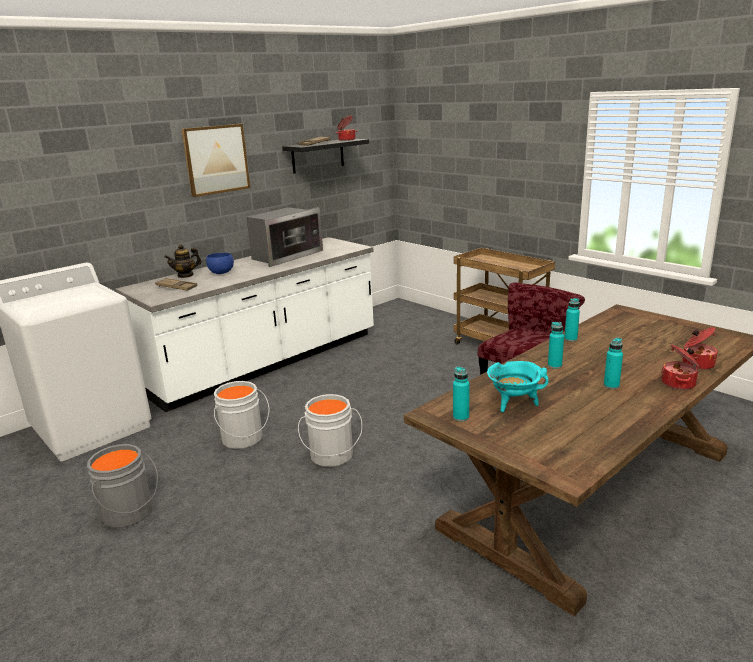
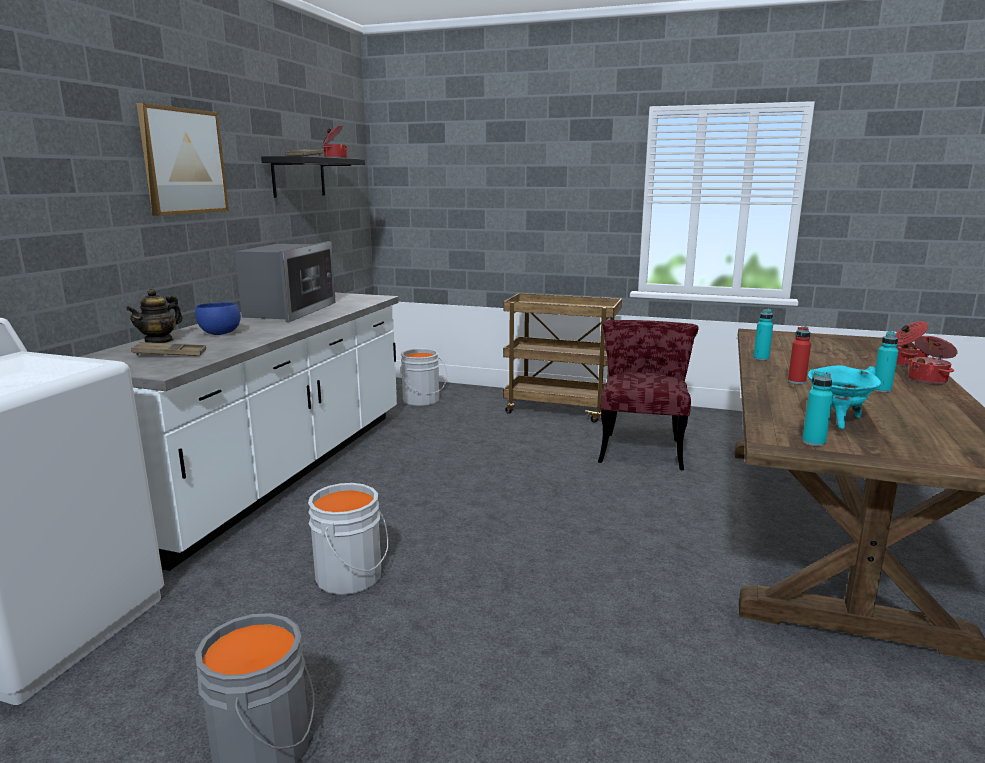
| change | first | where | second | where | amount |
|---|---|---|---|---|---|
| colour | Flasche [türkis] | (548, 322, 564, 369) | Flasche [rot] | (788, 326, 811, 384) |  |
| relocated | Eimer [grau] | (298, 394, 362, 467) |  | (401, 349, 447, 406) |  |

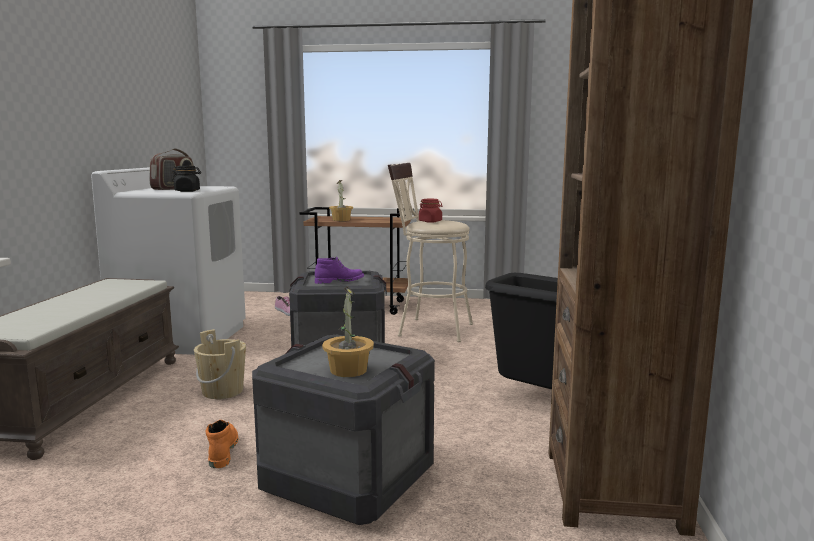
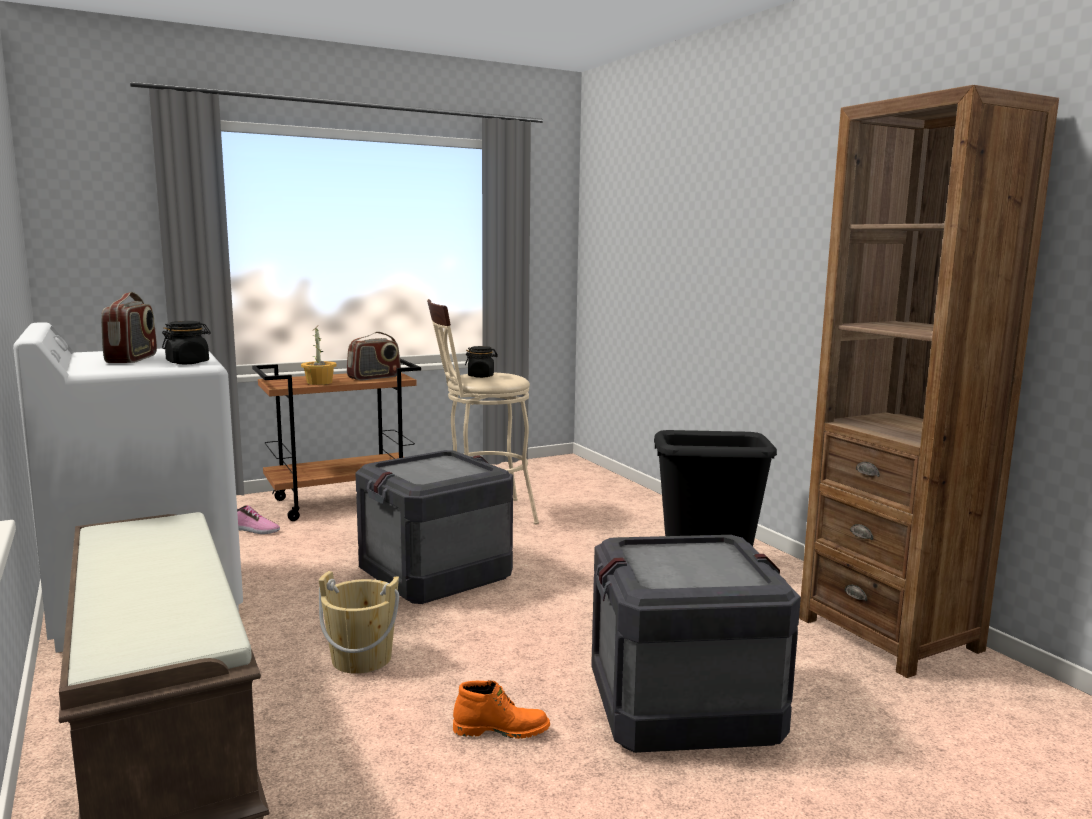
| change | first | where | second | where | amount |
|---|---|---|---|---|---|
| colour | Vorratsglas [rot] | (419, 199, 443, 222) | Vorratsglas [schwarz] | (465, 346, 498, 378) |  |
| missing | Stiefel [lila] | (315, 257, 364, 284) |  |  |  |
| missing | Topfpflanze | (322, 286, 374, 377) |  |  |  |
| spun | Stiefel [orange] | (205, 420, 238, 468) |  | (453, 680, 550, 739) | 135 degrees clockwise |
| appeared |  |  | Radio | (347, 332, 401, 380) |  |

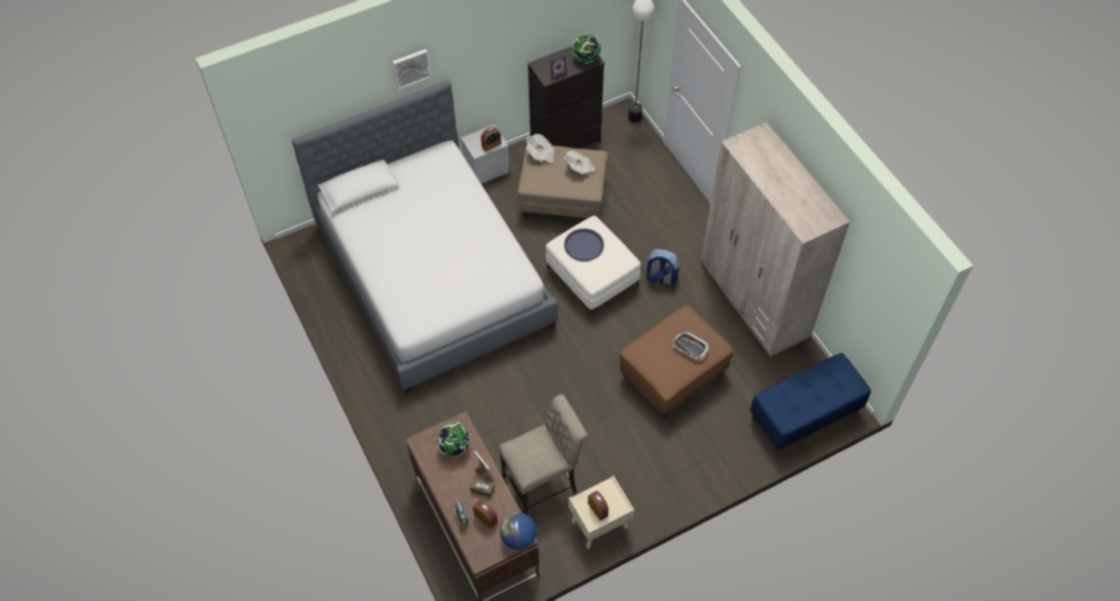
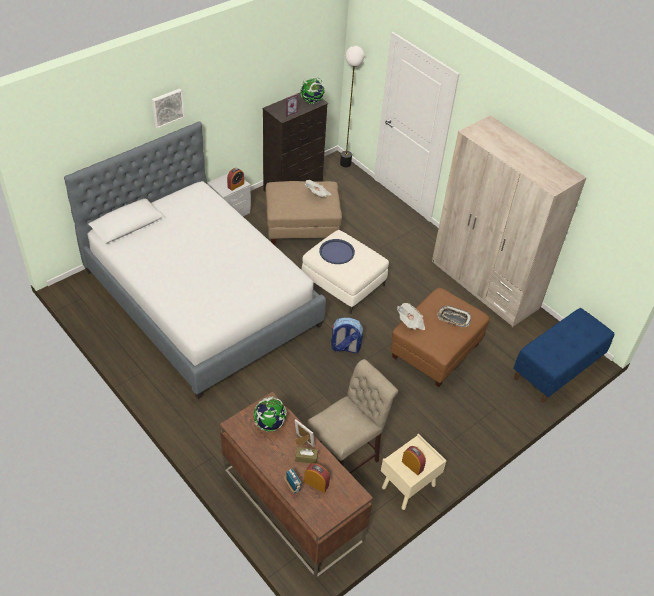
| change | first | where | second | where | amount |
|---|---|---|---|---|---|
| relocated | Zeitung | (526, 134, 555, 163) |  | (397, 303, 425, 330) |  |
| relocated | Rucksack | (646, 249, 679, 286) |  | (331, 318, 363, 353) |  |
| missing | Globus | (500, 512, 537, 550) |  |  |  |

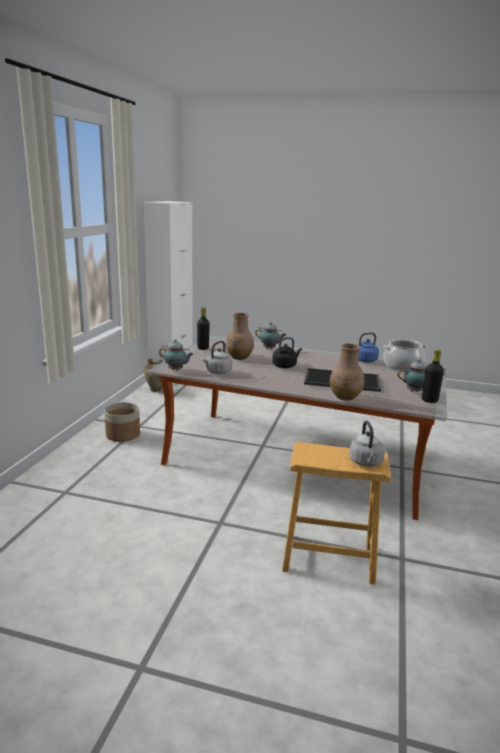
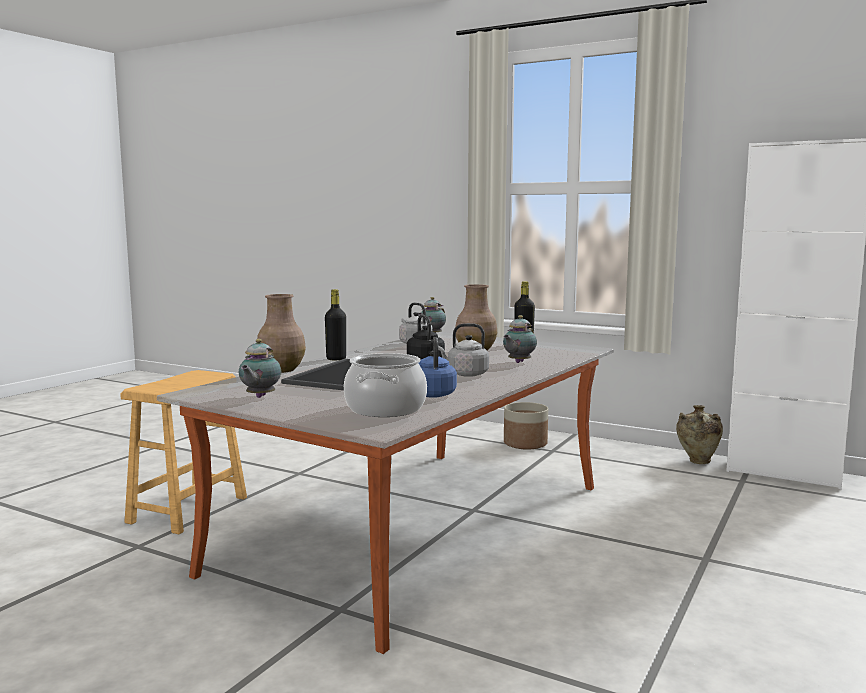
| change | first | where | second | where | amount |
|---|---|---|---|---|---|
| relocated | Flasche [schwarz] | (422, 349, 444, 403) |  | (325, 289, 346, 360) |  |
| relocated | Wasserkessel [grau] | (349, 420, 385, 467) |  | (438, 323, 489, 377) |  |

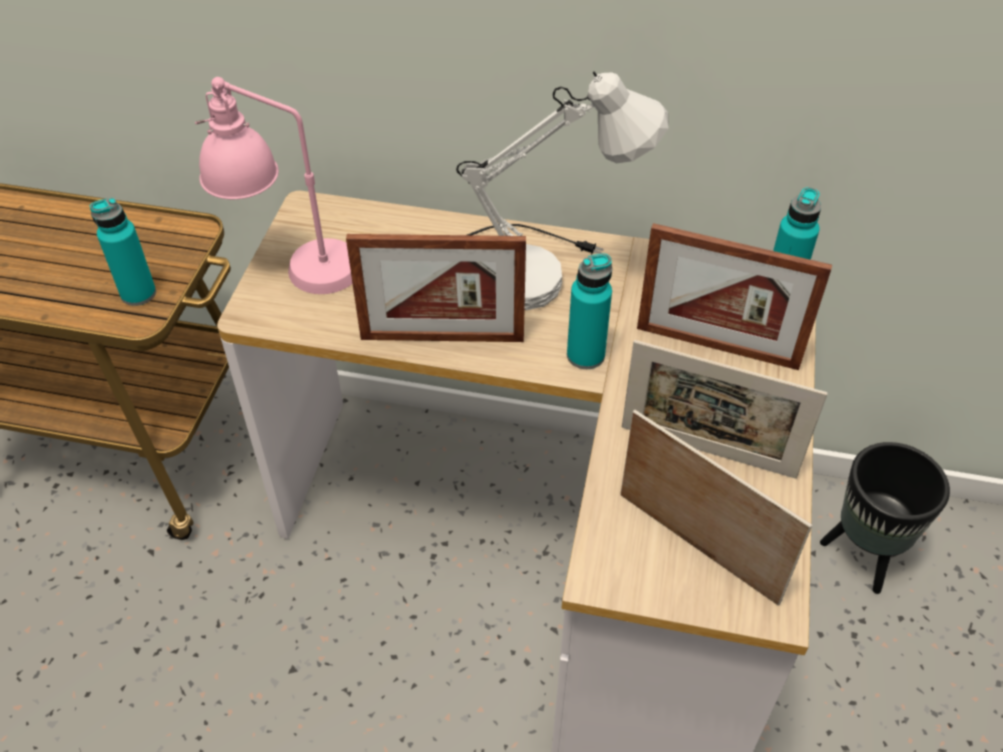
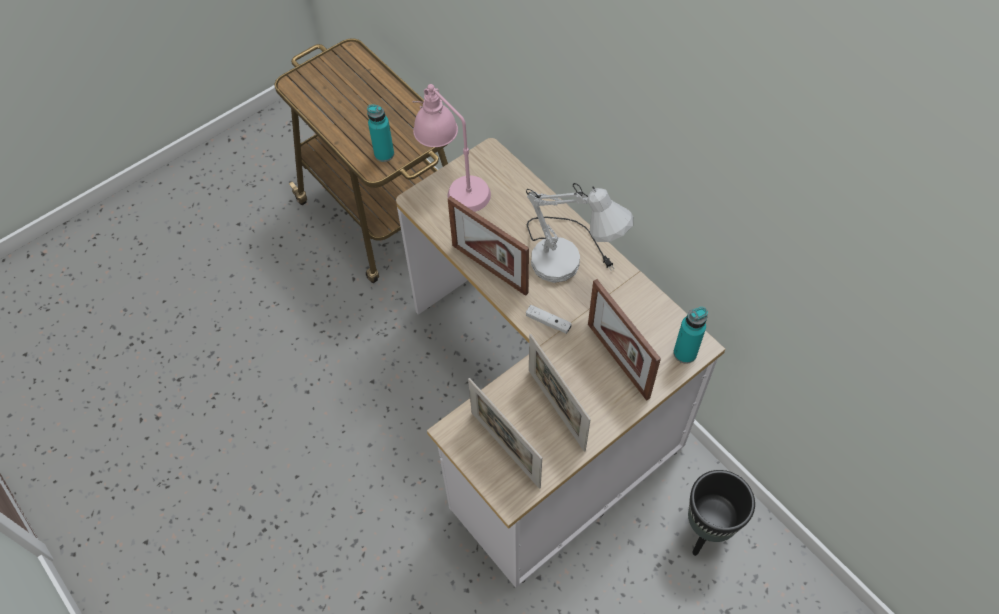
| change | first | where | second | where | amount |
|---|---|---|---|---|---|
| exchanged | Flasche [türkis] | (567, 253, 612, 369) | Gamepad [weiß] | (526, 305, 572, 334) |  |
| spun | Bilderrahmen | (620, 410, 812, 605) |  | (468, 378, 542, 489) | 150 degrees clockwise |

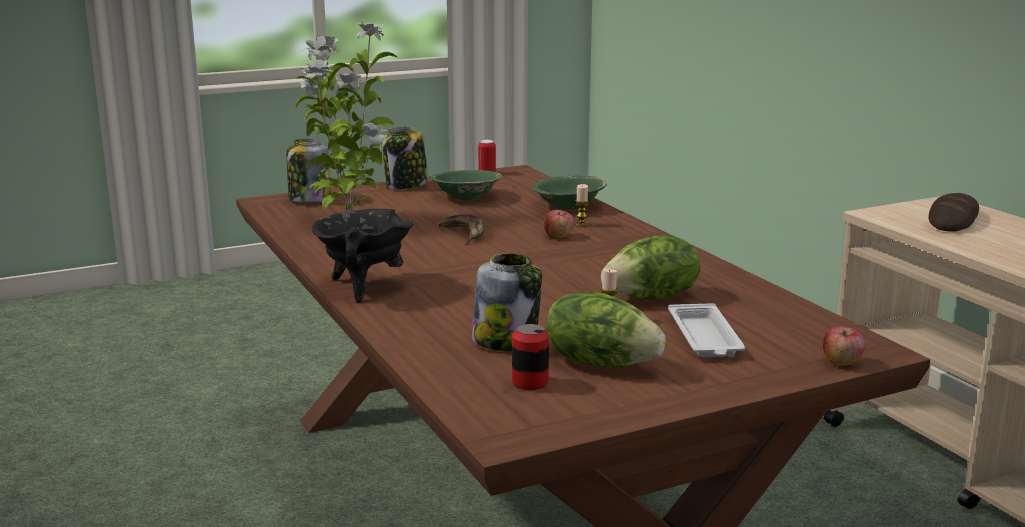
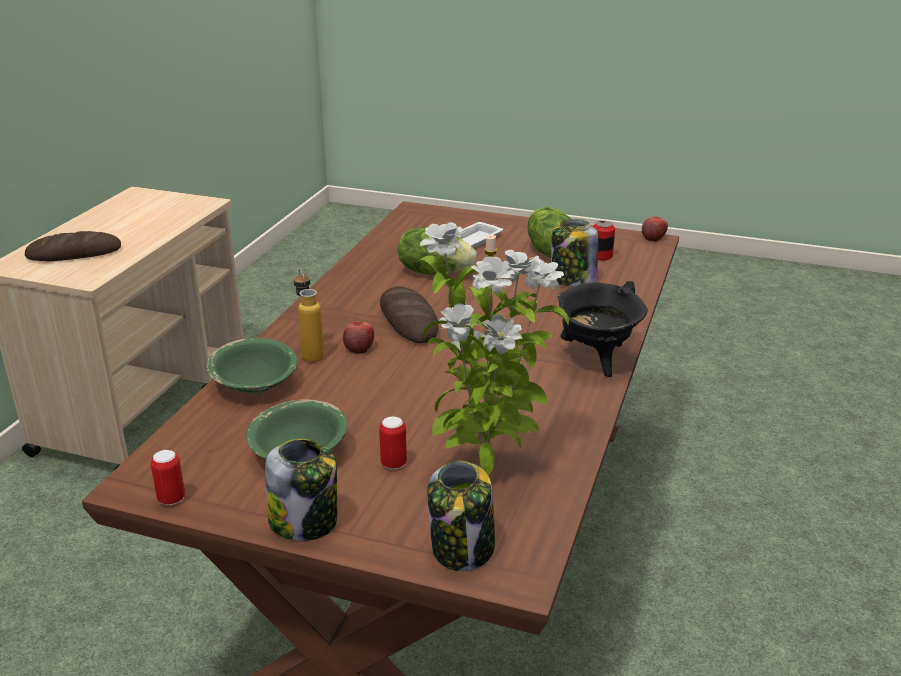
| change | first | where | second | where | amount |
|---|---|---|---|---|---|
| exchanged | Kerze | (575, 184, 589, 227) | Flasche | (294, 268, 324, 362) |  |
| missing | Banane | (439, 214, 485, 244) |  |  |  |
| relocated | Apfel | (823, 326, 865, 367) |  | (642, 216, 668, 242) |  |
| appeared |  |  | Brot | (380, 286, 438, 343) |  |
| appeared |  |  | Dose | (379, 416, 407, 469) |  |

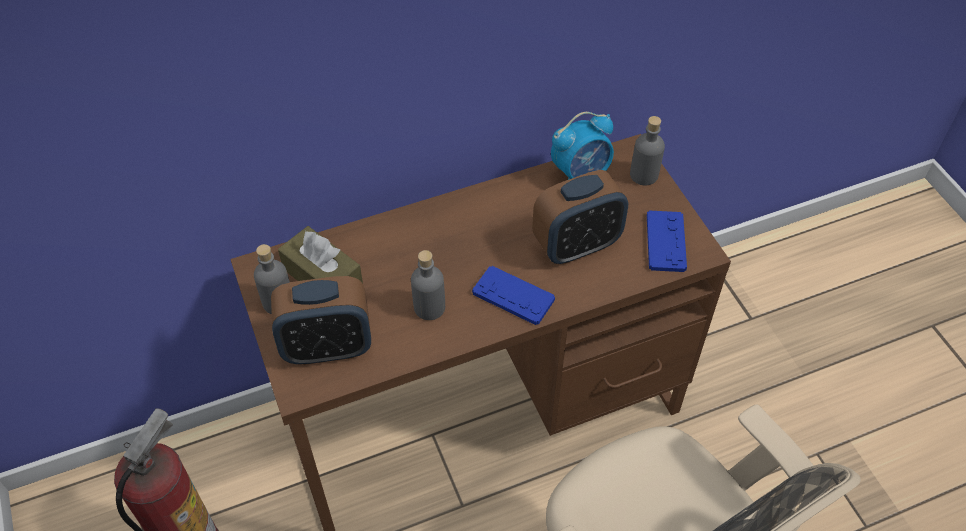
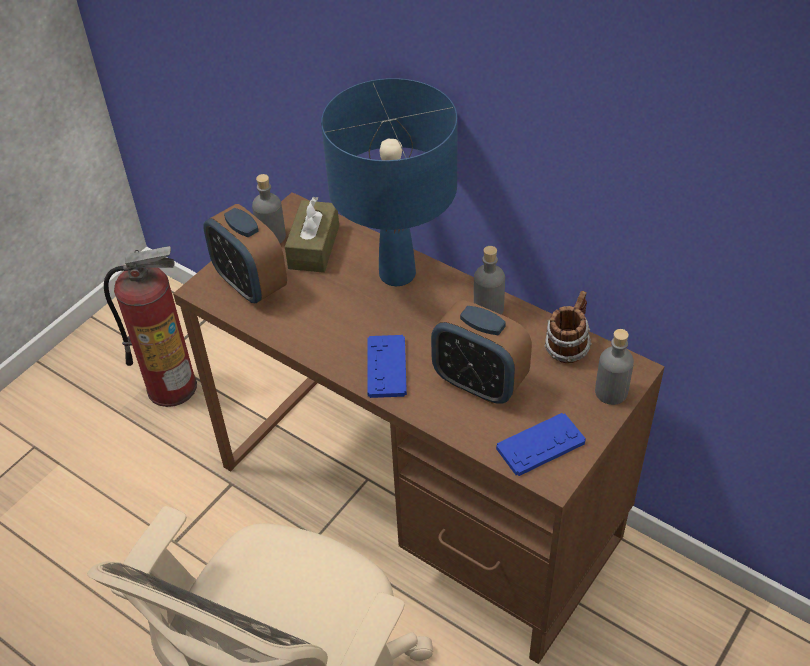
| change | first | where | second | where | amount |
|---|---|---|---|---|---|
| exchanged | Wecker | (551, 112, 614, 180) | Henkelbecher | (544, 291, 592, 363) |  |
| relocated | Flasche [grau] | (411, 250, 445, 320) |  | (473, 246, 505, 315) |  |
| appeared |  |  | Tischlampe [blau] | (321, 78, 458, 286) |  |

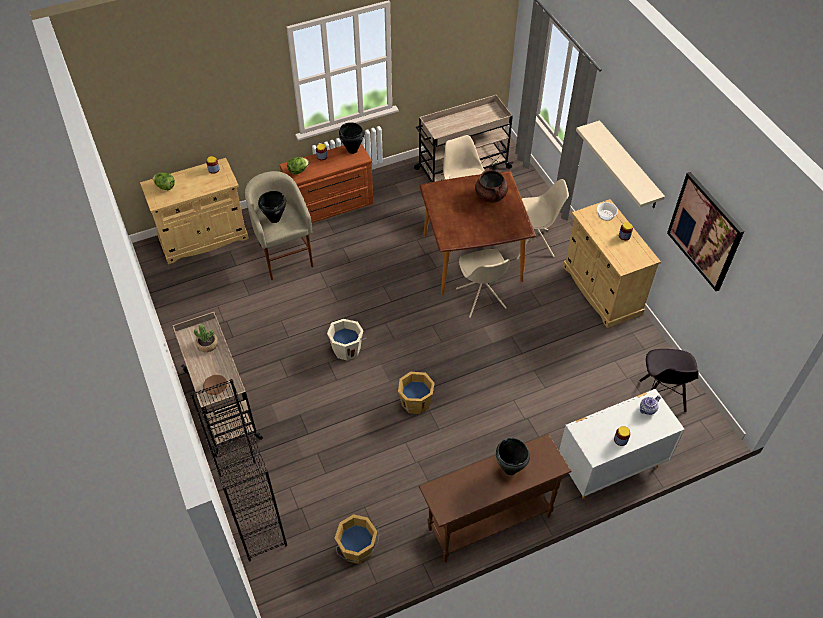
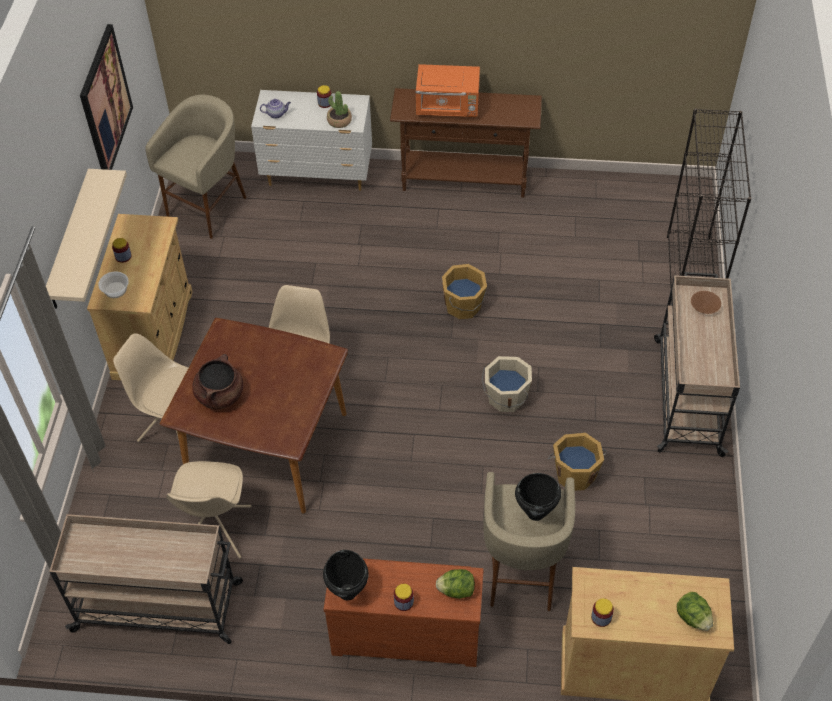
| change | first | where | second | where | amount |
|---|---|---|---|---|---|
| relocated | Topfpflanze | (194, 324, 218, 352) |  | (327, 91, 352, 128) |  |
| exchanged | Stuhl [schwarz] | (639, 349, 699, 413) | Hocker [beige] | (145, 95, 246, 239) |  |
| exchanged | Kochtopf [schwarz] | (496, 438, 530, 475) | Mikrowelle [orange] | (416, 64, 480, 117) |  |
| relocated | Eimer [orange] | (335, 514, 380, 564) |  | (548, 433, 607, 491) |  |

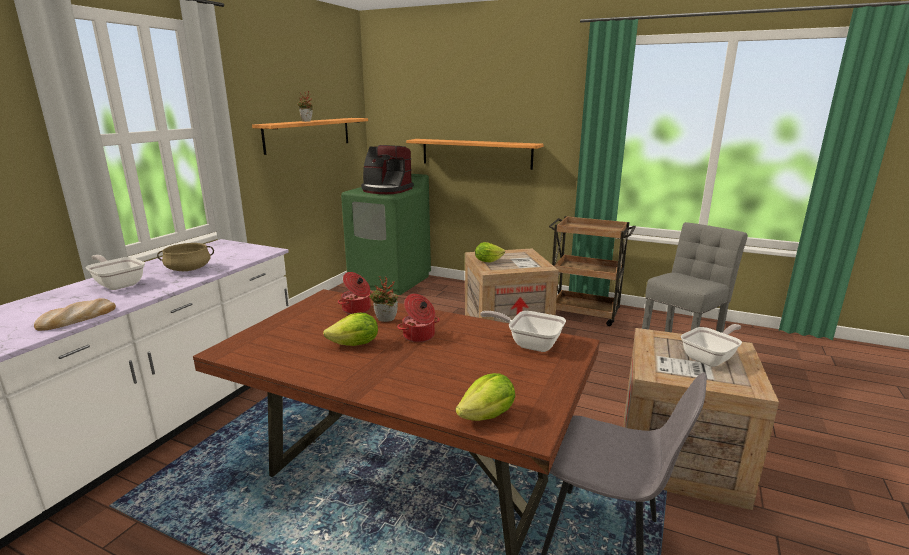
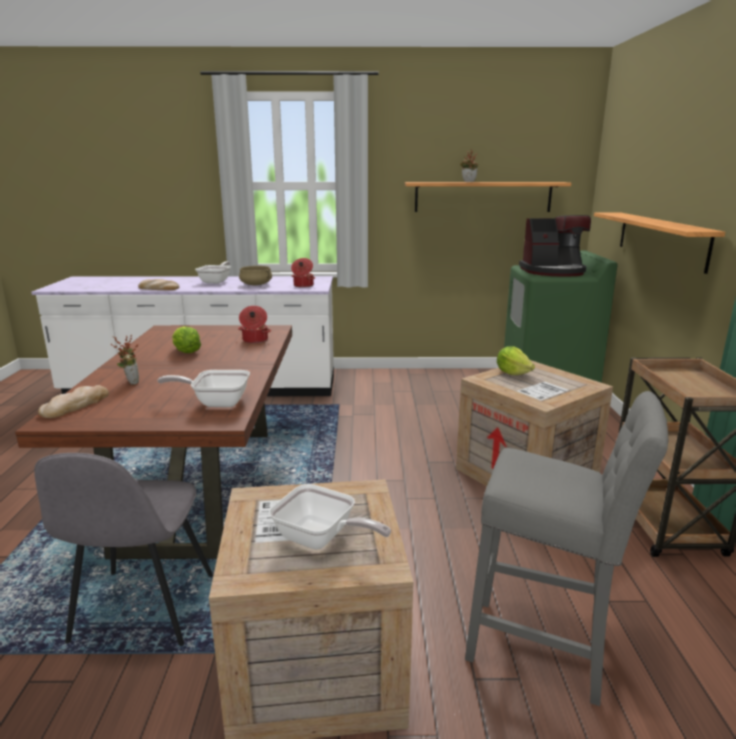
| change | first | where | second | where | amount |
|---|---|---|---|---|---|
| spun | Kaffeemaschine | (361, 145, 414, 194) |  | (519, 215, 591, 277) | 90 degrees counterclockwise |
| relocated | Topfpflanze | (369, 276, 398, 322) |  | (111, 335, 139, 385) |  |
| relocated | Kochtopf | (397, 294, 440, 342) |  | (291, 258, 315, 288) |  |
| spun | Pfanne | (480, 311, 566, 352) |  | (157, 370, 250, 407) | 90 degrees counterclockwise |
| exchanged | Salatkopf | (456, 373, 515, 421) | Brot | (38, 385, 109, 418) |  |

